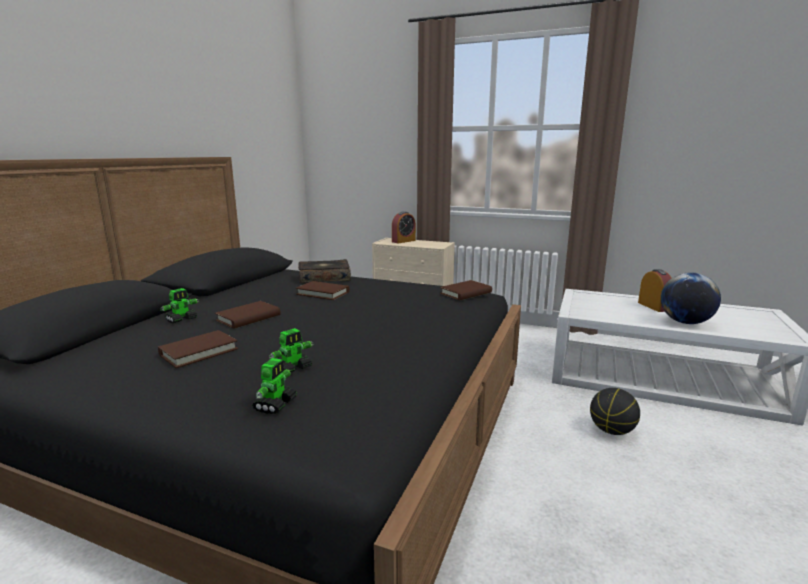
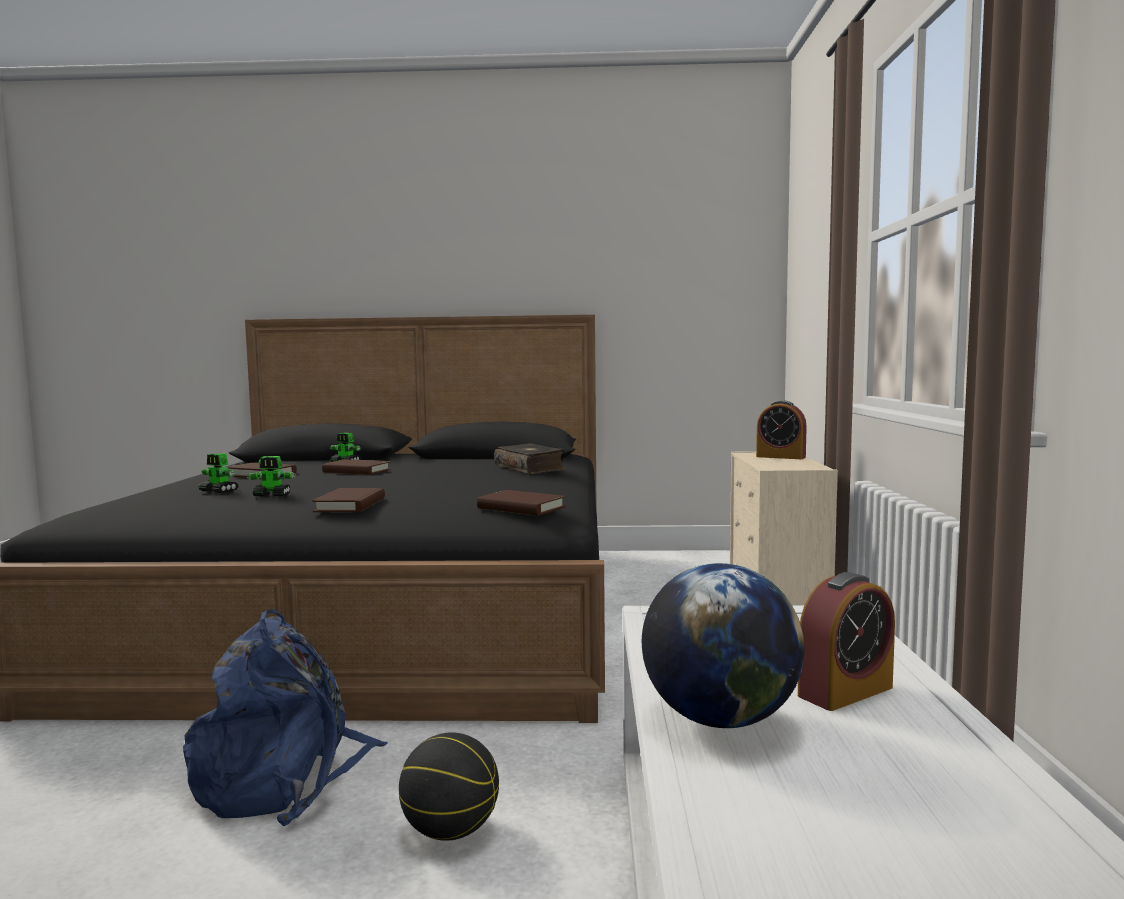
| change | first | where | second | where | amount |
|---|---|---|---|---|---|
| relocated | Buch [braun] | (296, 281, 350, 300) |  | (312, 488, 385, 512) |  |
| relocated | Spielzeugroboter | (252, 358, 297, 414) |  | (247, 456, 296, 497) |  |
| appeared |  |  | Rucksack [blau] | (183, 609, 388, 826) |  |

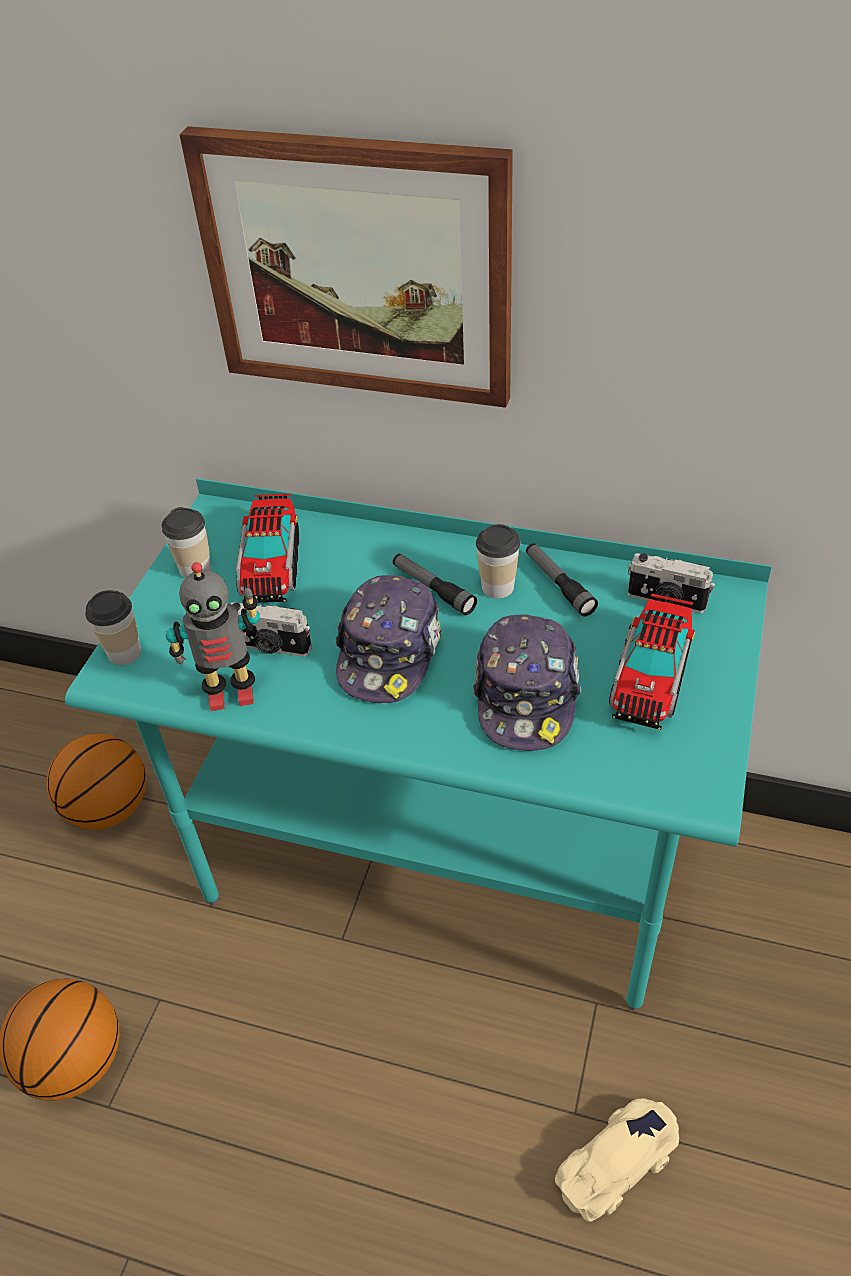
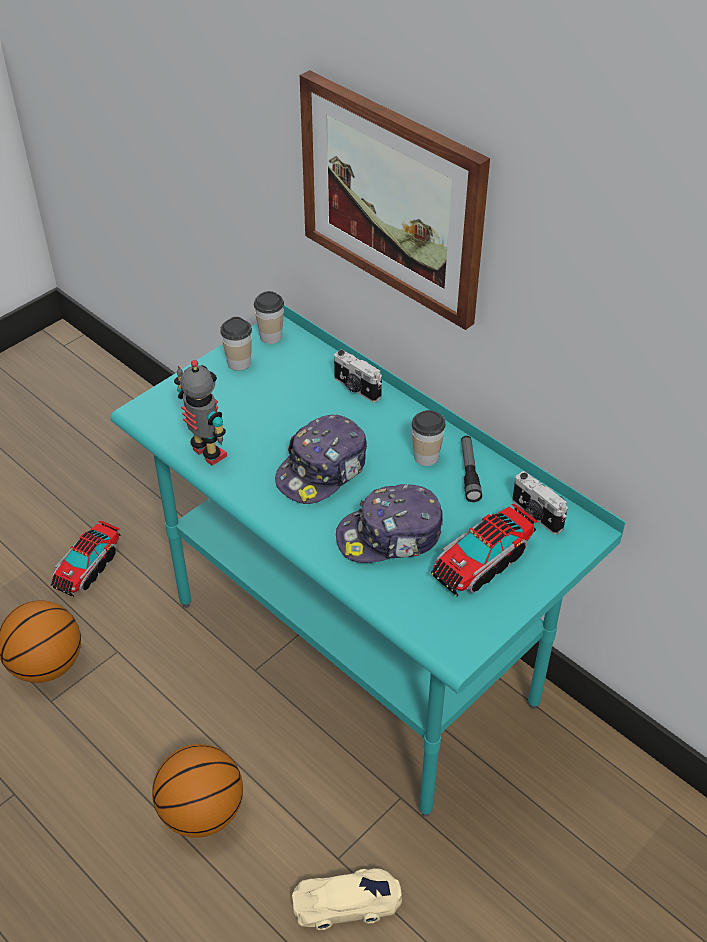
| change | first | where | second | where | amount |
|---|---|---|---|---|---|
| relocated | Spielzeuglaster | (236, 494, 299, 603) |  | (51, 520, 120, 597) |  |
| missing | Taschenlampe | (393, 554, 477, 615) |  |  |  |
| spun | Spielzeugroboter | (166, 562, 260, 711) |  | (174, 360, 227, 466) | 150 degrees counterclockwise |
| relocated | Tasse | (85, 590, 141, 665) |  | (254, 291, 284, 344) |  |
| relocated | Kamera | (231, 602, 312, 657) |  | (334, 350, 382, 403) |  |
| spun | Kappe | (473, 614, 581, 751) |  | (336, 484, 443, 563) | 45 degrees clockwise |
| relocated | Basketball | (47, 734, 146, 830) |  | (152, 744, 243, 838) |  |

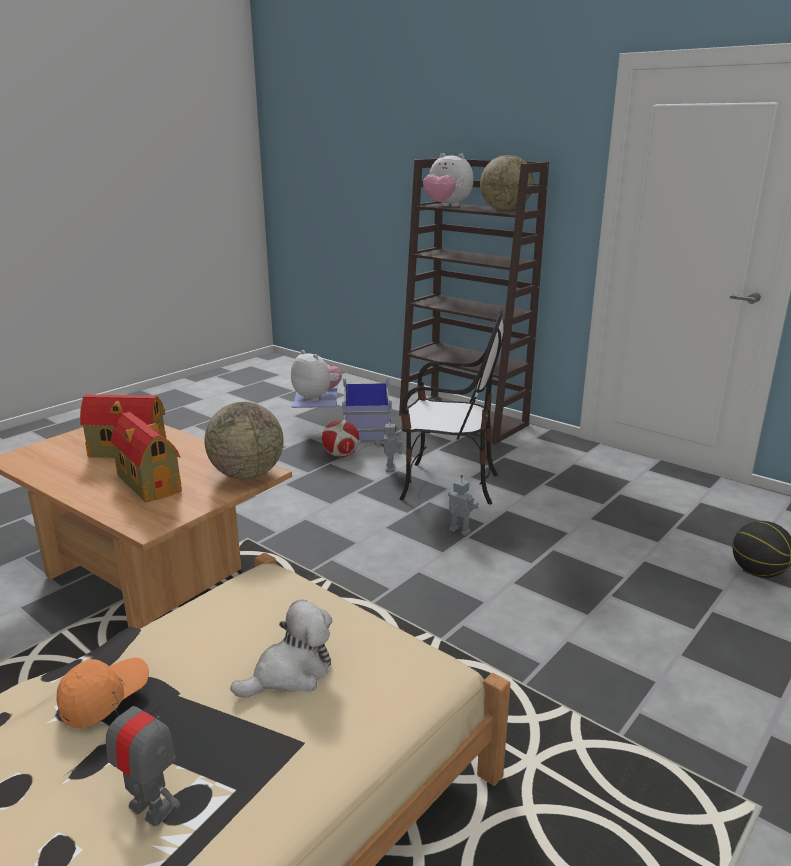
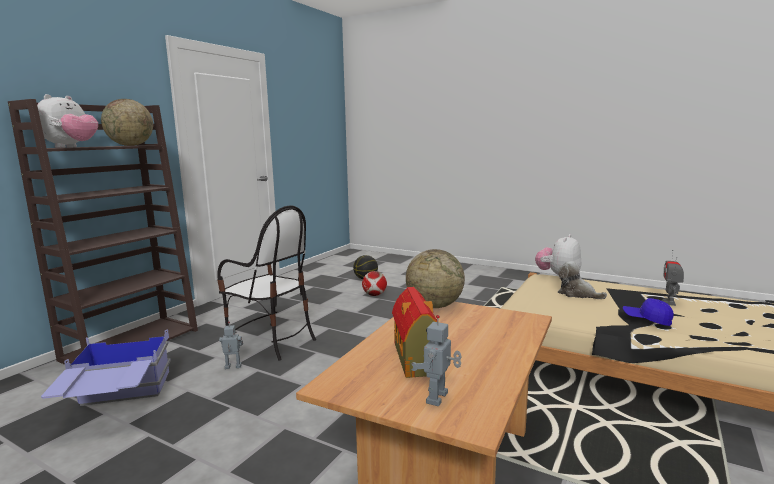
| change | first | where | second | where | amount |
|---|---|---|---|---|---|
| spun | Stuhl | (400, 310, 505, 505) |  | (217, 205, 316, 360) | 120 degrees clockwise |
| relocated | Plüschtier | (291, 350, 342, 401) |  | (535, 234, 581, 279) |  |
| missing | Spielzeughaus | (110, 412, 182, 502) |  |  |  |
| relocated | Fußball | (322, 420, 359, 457) |  | (362, 271, 387, 296) |  |
| relocated | Spielzeugroboter | (448, 475, 479, 536) |  | (411, 315, 462, 406) |  |
| colour | Kappe [orange] | (56, 658, 149, 728) | Kappe [blau] | (623, 298, 674, 326) |  |

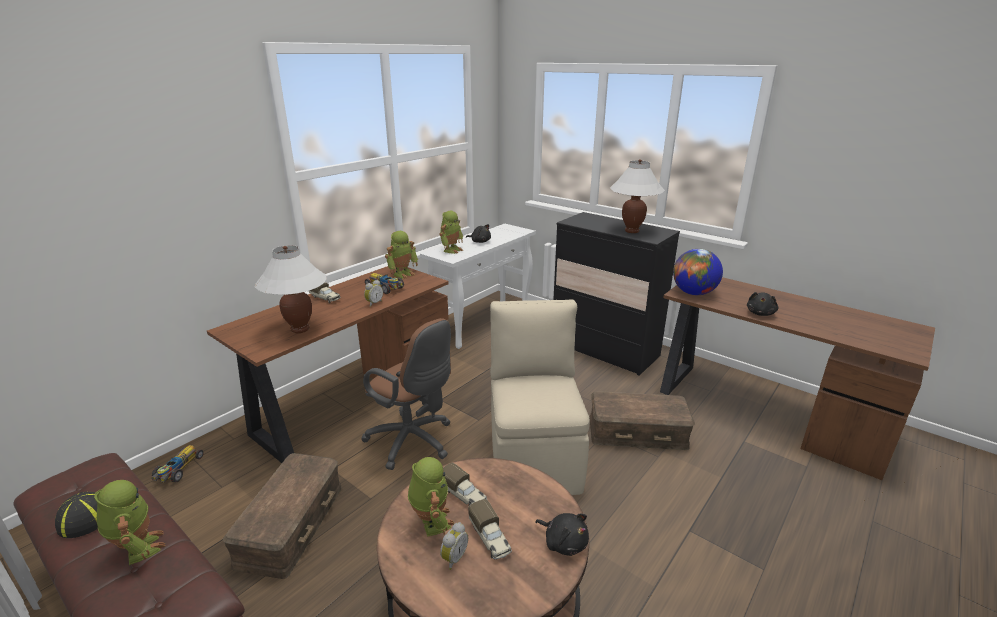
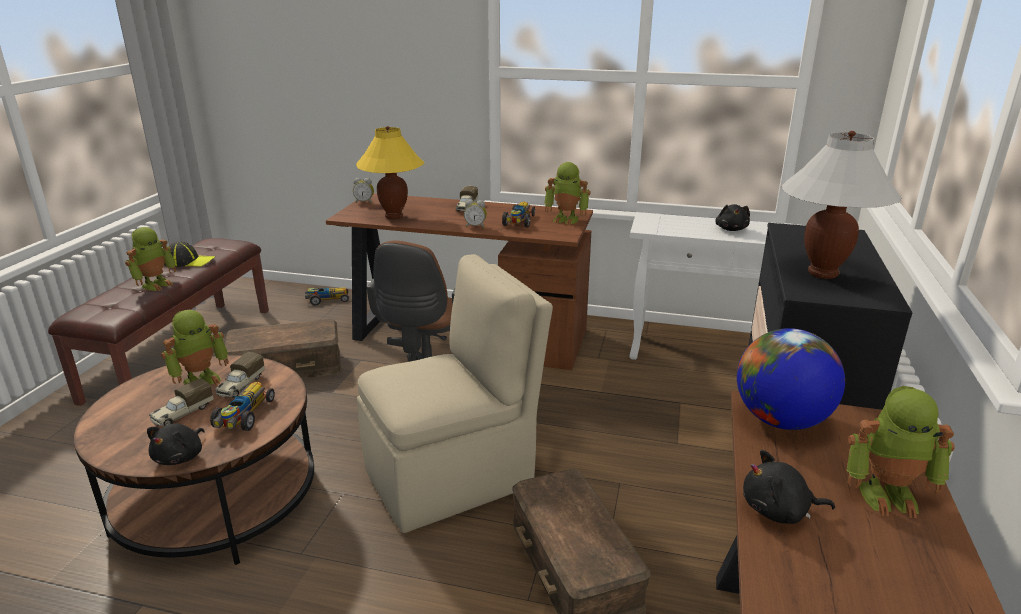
| change | first | where | second | where | amount |
|---|---|---|---|---|---|
| relocated | Spielzeugroboter | (440, 211, 463, 254) |  | (846, 386, 955, 518) |  |
| colour | Tischlampe [weiß] | (255, 245, 327, 333) | Tischlampe [gelb] | (356, 126, 425, 219) |  |
| relocated | Wecker | (440, 522, 468, 570) |  | (353, 178, 374, 204) |  |
| appeared |  |  | Spielzeugauto | (210, 382, 275, 431) |  |

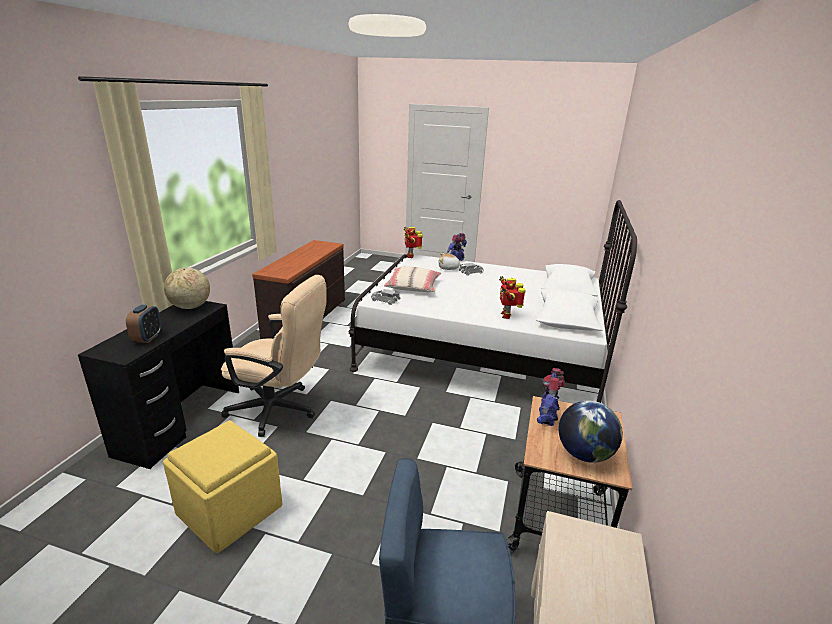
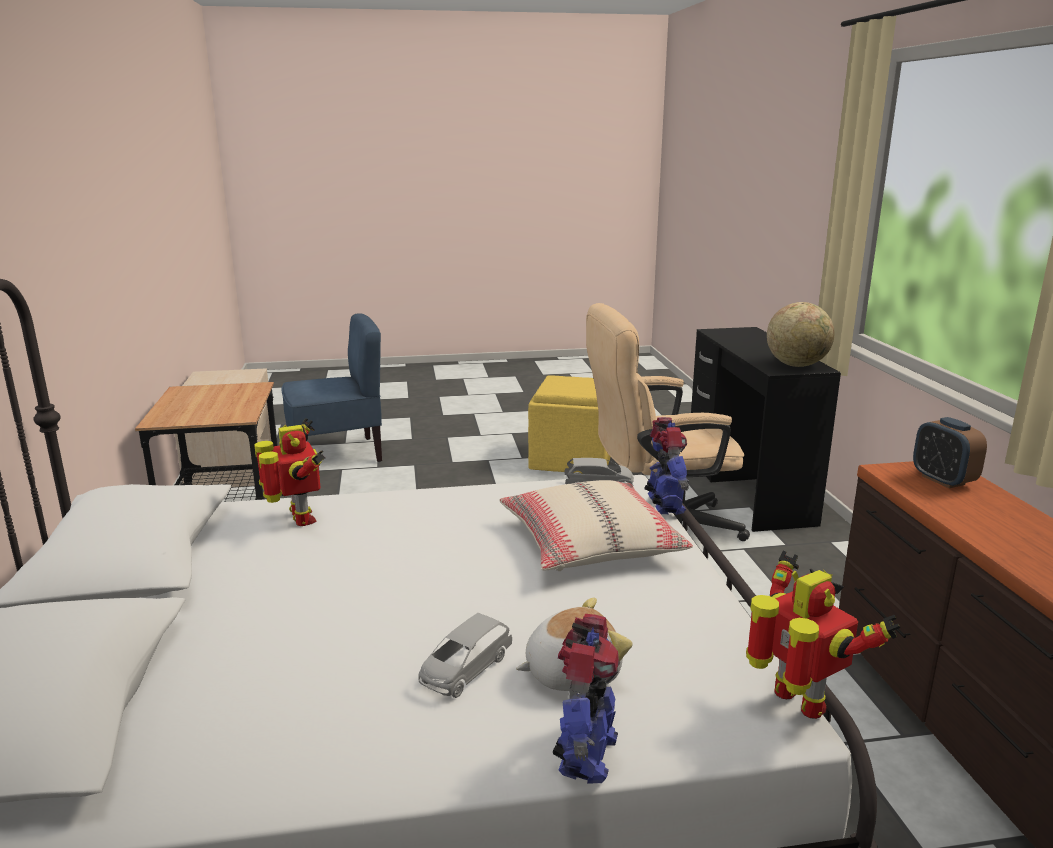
| change | first | where | second | where | amount |
|---|---|---|---|---|---|
| relocated | Wecker | (126, 305, 162, 343) |  | (913, 417, 987, 488) |  |
| relocated | Spielzeugroboter | (537, 368, 565, 426) |  | (644, 417, 689, 515) |  |
| missing | Globus | (559, 400, 623, 463) |  |  |  |

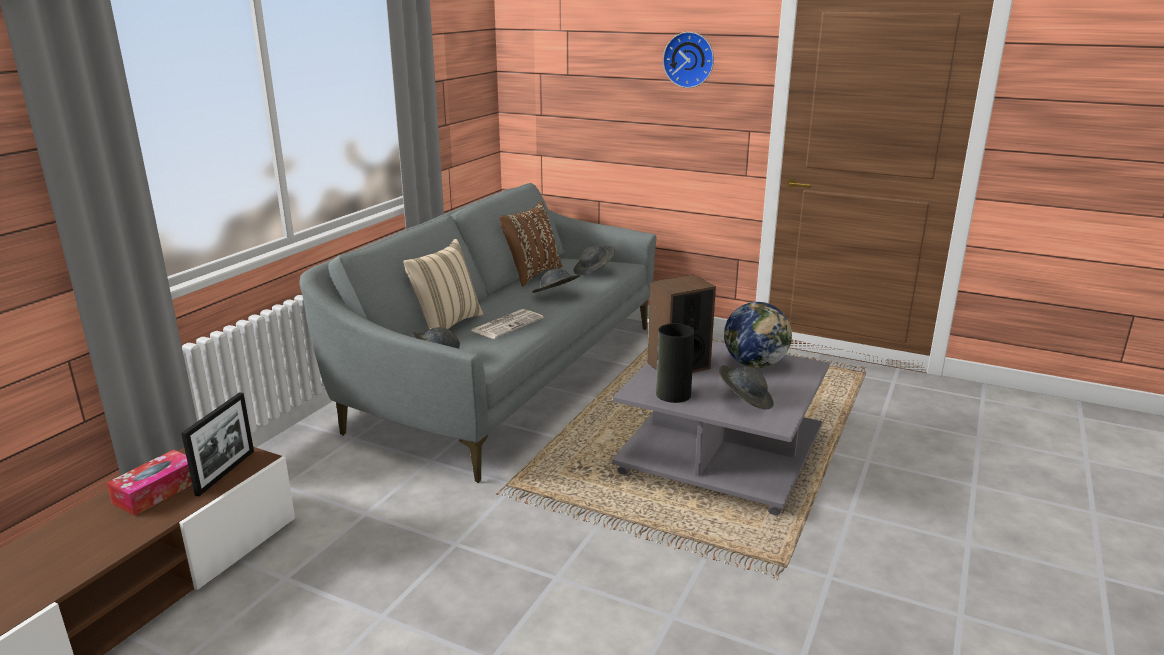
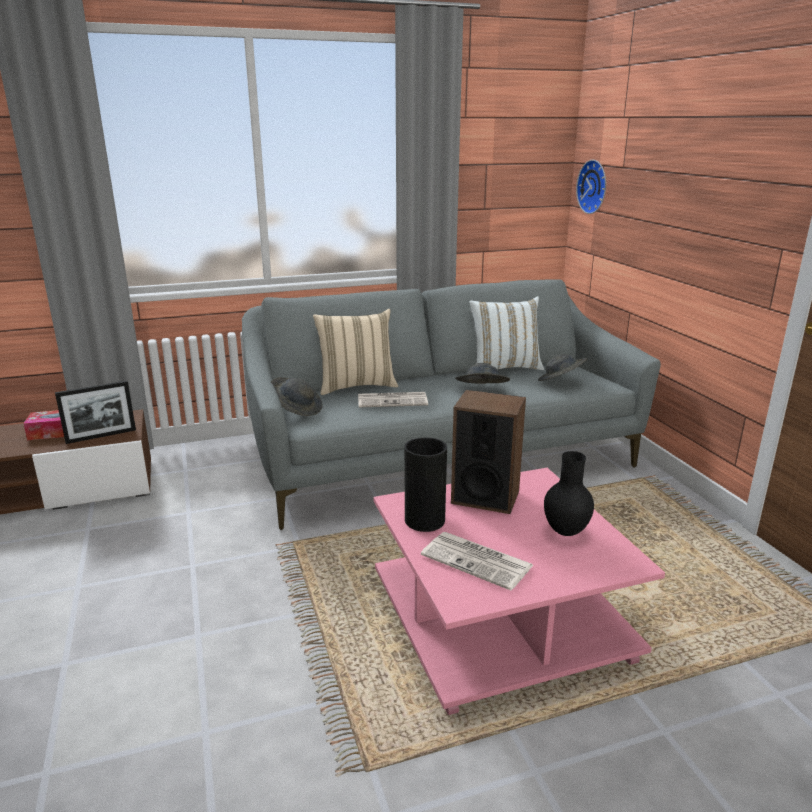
| change | first | where | second | where | amount |
|---|---|---|---|---|---|
| relocated | Wanduhr | (663, 32, 714, 88) |  | (576, 160, 606, 214) |  |
| colour | Kissen [braun] | (499, 201, 562, 287) | Kissen [weiß] | (469, 296, 544, 370) |  |
| exchanged | Globus | (724, 302, 792, 368) | Vase [schwarz] | (544, 451, 594, 536) |  |
| colour | Couchtisch [grau] | (612, 341, 830, 516) | Couchtisch [rosa] | (374, 468, 665, 715) |  |
| exchanged | Hut [grau] | (719, 365, 774, 409) | Zeitung | (421, 532, 533, 590) |  |

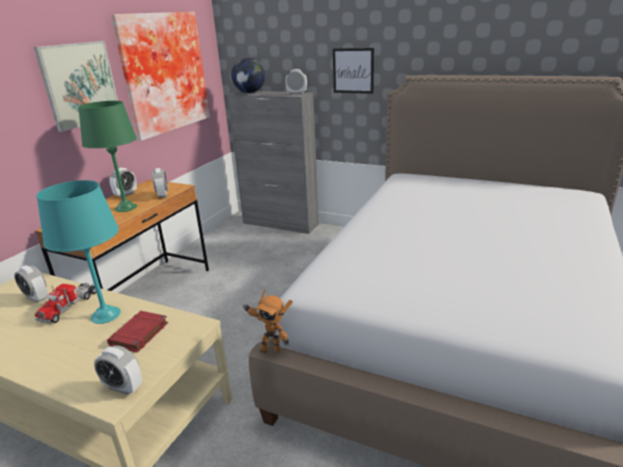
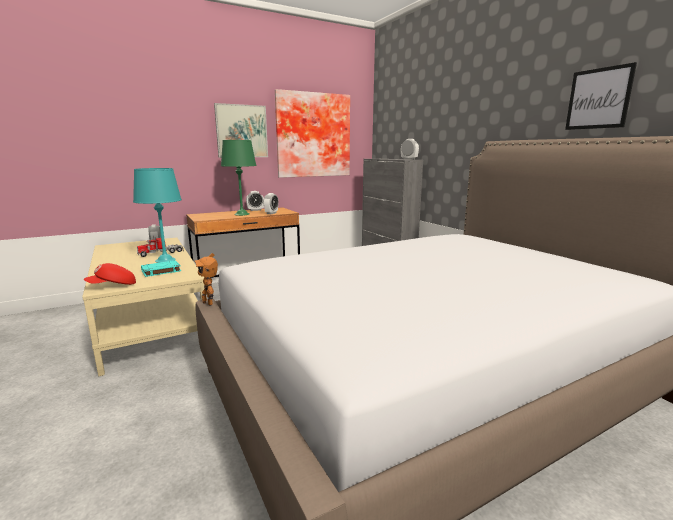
| change | first | where | second | where | amount |
|---|---|---|---|---|---|
| relocated | Bild | (333, 48, 374, 94) |  | (565, 62, 637, 130) |  |
| missing | Globus | (231, 58, 265, 93) |  |  |  |
| colour | Buch [rot] | (107, 311, 168, 353) | Buch [türkis] | (141, 260, 181, 277) |  |
| exchanged | Wecker | (94, 345, 142, 395) | Kappe [rot] | (84, 263, 136, 285) |  |

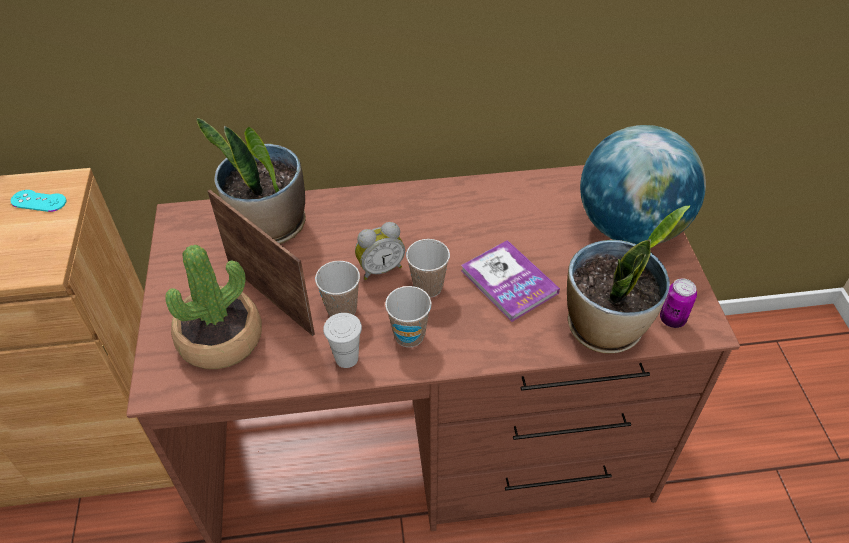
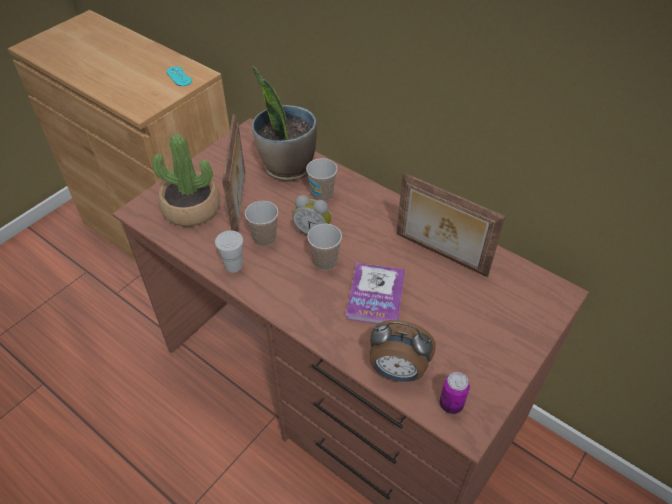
| change | first | where | second | where | amount |
|---|---|---|---|---|---|
| missing | Globus | (580, 125, 706, 244) |  |  |  |
| exchanged | Topfpflanze | (567, 206, 690, 353) | Wecker | (370, 320, 436, 382) |  |
| relocated | Tasse | (385, 286, 432, 347) |  | (306, 158, 338, 201) |  |
| appeared |  |  | Bilderrahmen | (396, 173, 506, 277) |  |

